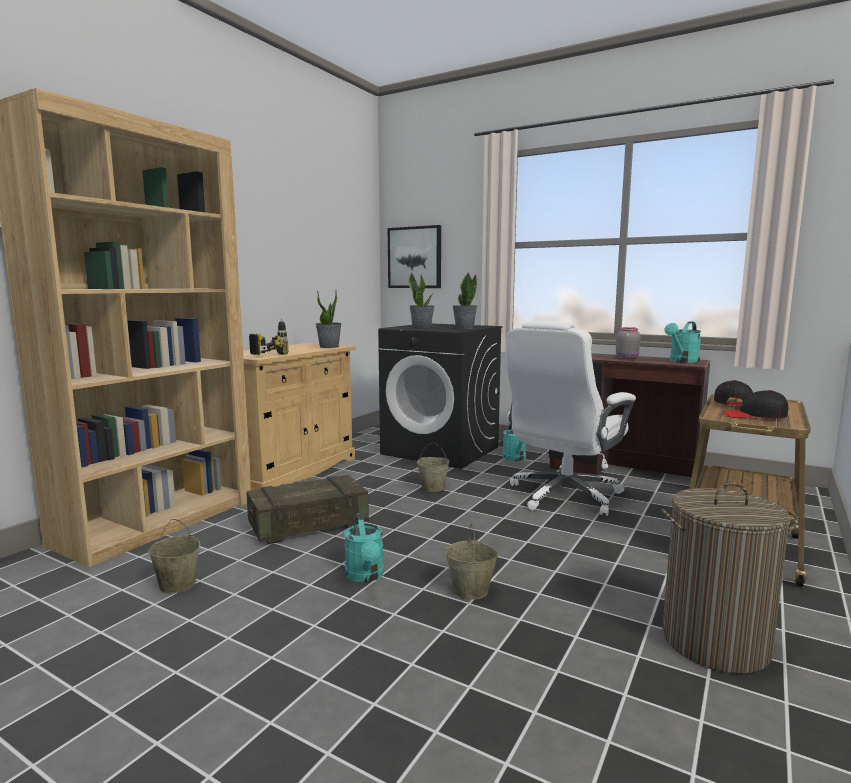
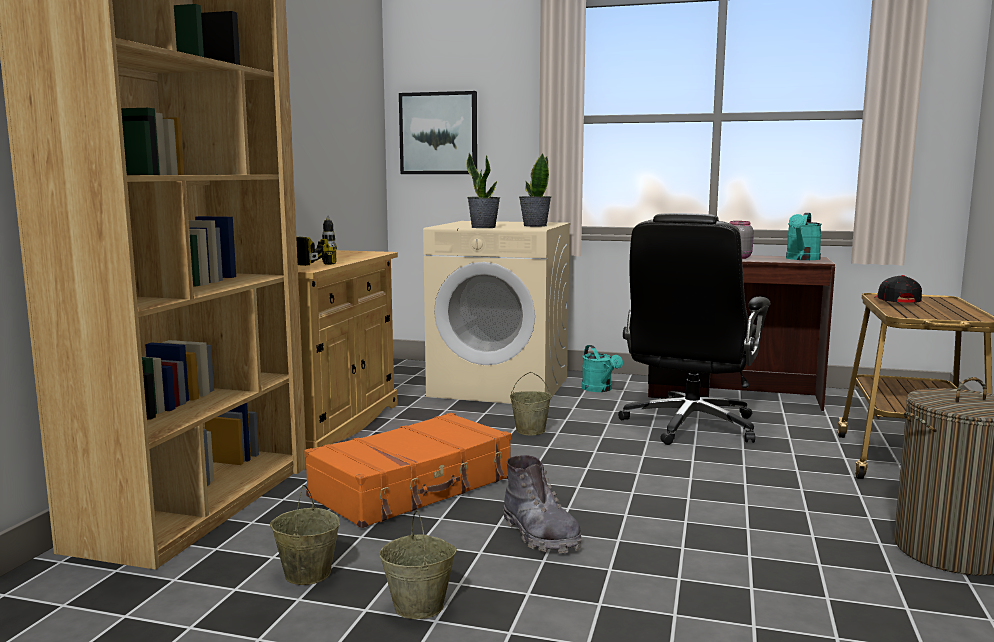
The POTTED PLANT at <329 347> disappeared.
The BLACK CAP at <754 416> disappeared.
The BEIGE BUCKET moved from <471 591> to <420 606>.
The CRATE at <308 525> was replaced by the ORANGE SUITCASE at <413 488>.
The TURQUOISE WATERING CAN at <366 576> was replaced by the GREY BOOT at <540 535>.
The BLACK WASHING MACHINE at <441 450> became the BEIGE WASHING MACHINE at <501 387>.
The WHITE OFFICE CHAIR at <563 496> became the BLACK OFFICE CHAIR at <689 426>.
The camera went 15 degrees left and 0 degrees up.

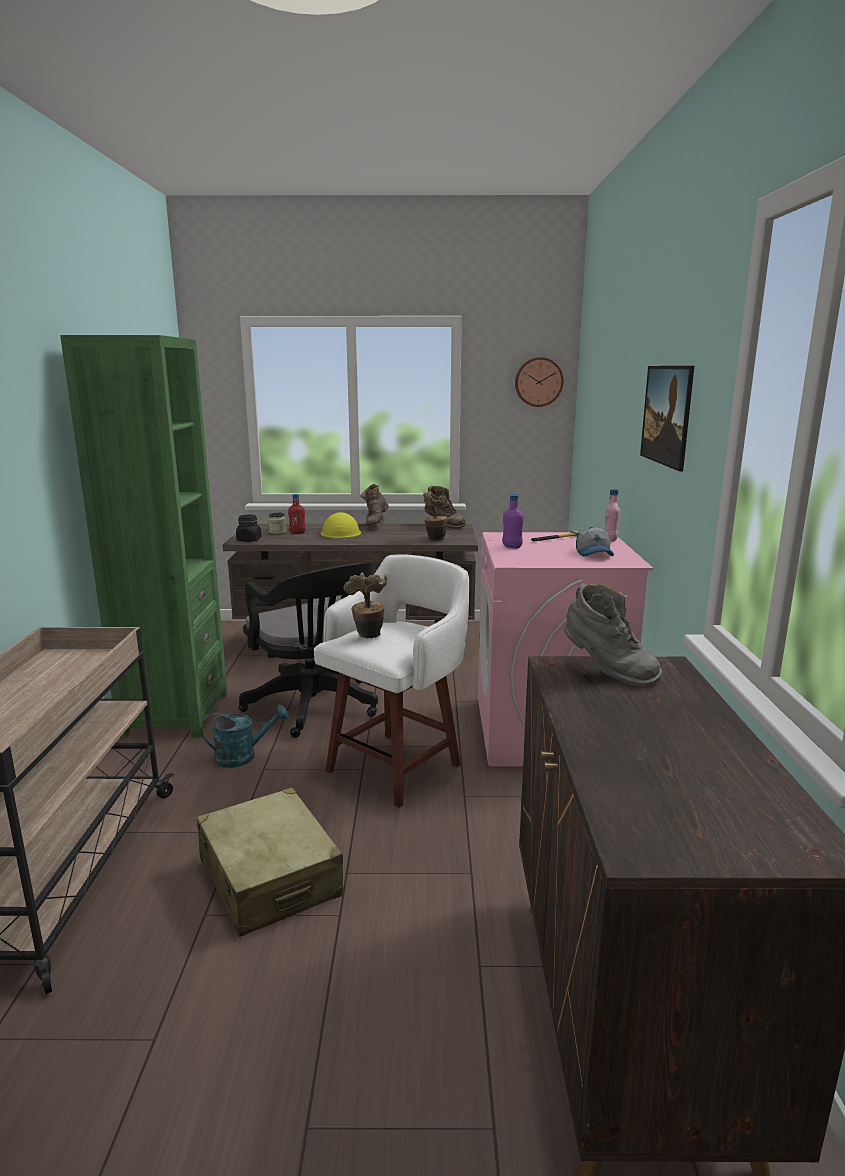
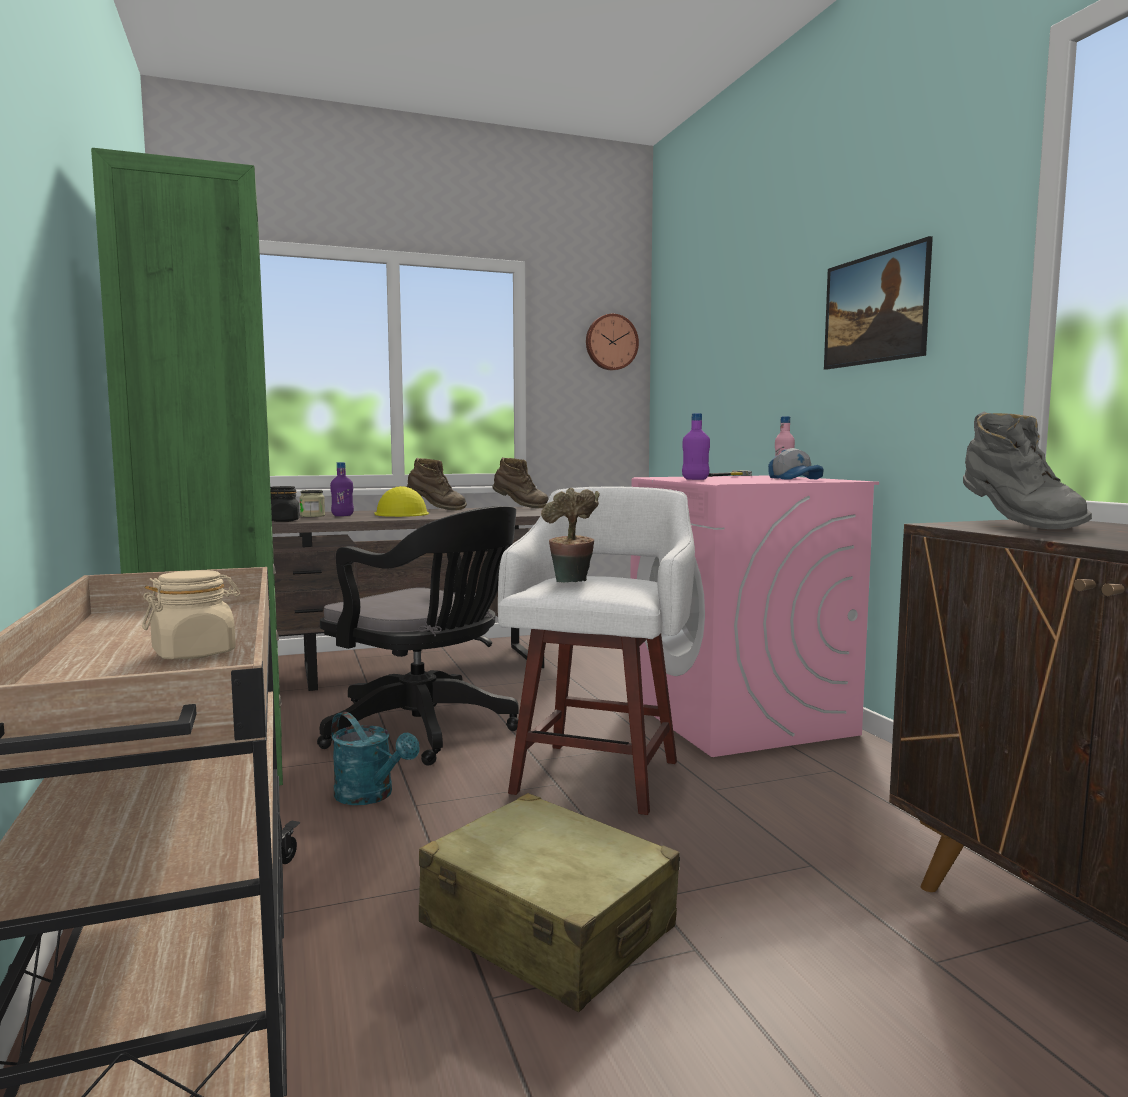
The POTTED PLANT at <434 540> disappeared.
The BEIGE JAR at <195 653> appeared.
The RED BOTTLE at <297 533> became the PURPLE BOTTLE at <342 515>.
The TURQUOISE WATERING CAN at <243 756> turned 75 degrees clockwise.
The BROWN BOOT at <375 525> turned 75 degrees counterclockwise.
The GREY BOOT at <607 671> turned 45 degrees clockwise.
The camera went 20 degrees left and 10 degrees down.

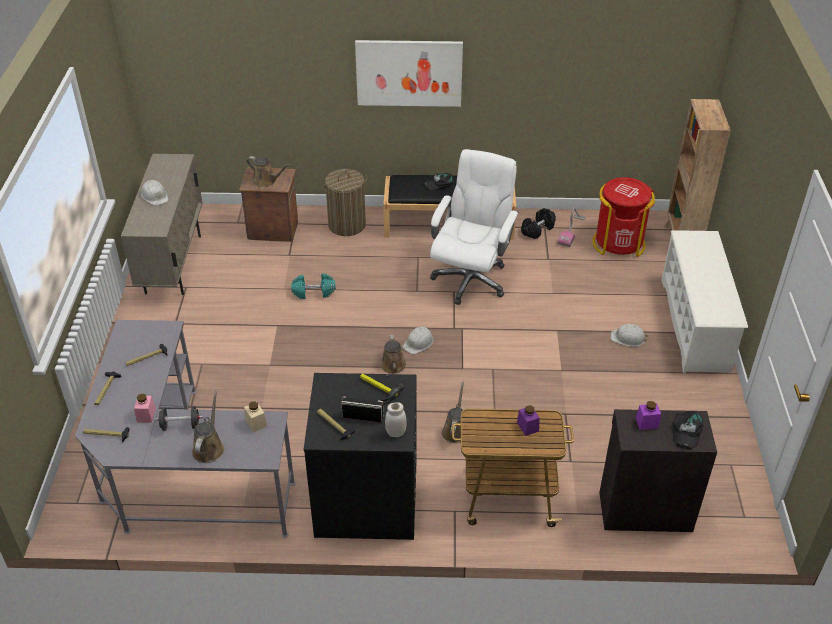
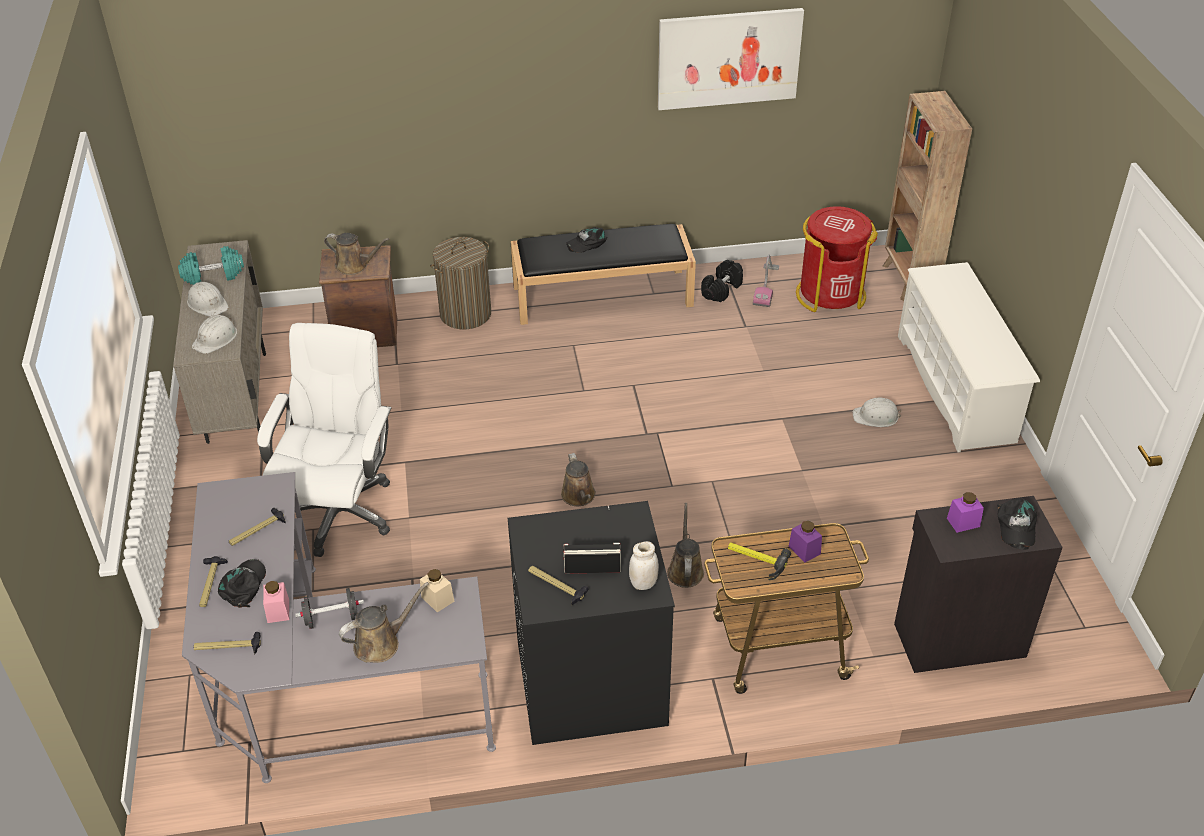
The BLACK CAP at <244 585> appeared.
The TURQUOISE DUMBBELL moved from <314 292> to <213 275>.
The PICTURE moved from <409 73> to <728 58>.
The HAMMER moved from <377 389> to <755 560>.
The WHITE HARD HAT moved from <418 343> to <216 338>.
The WHITE OFFICE CHAIR moved from <470 279> to <339 511>.
The BROWN WATERING CAN at <209 448> turned 60 degrees clockwise.
The camera went 10 degrees left and 0 degrees up.

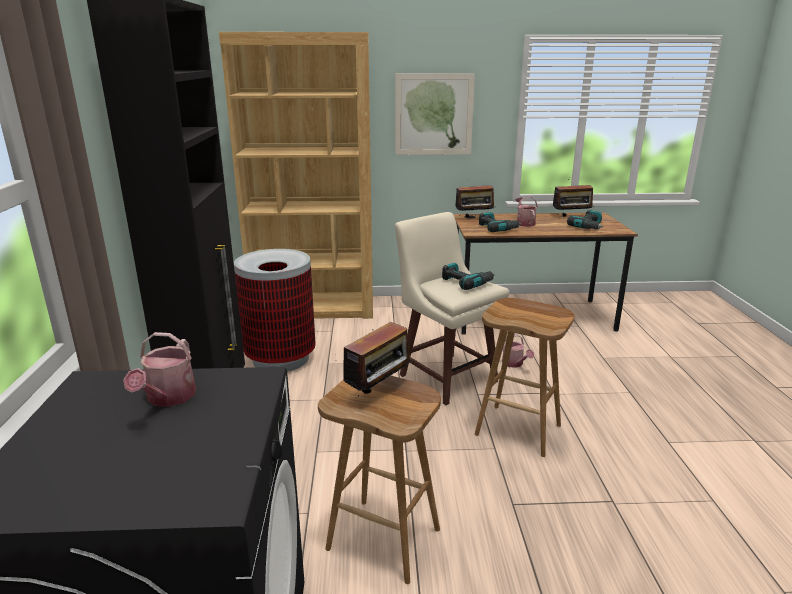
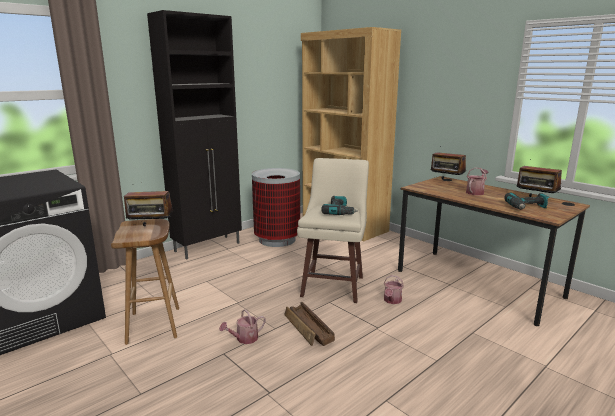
The PICTURE at <434 114> disappeared.
The POWER DRILL at <497 228> disappeared.
The WATERING CAN moved from <168 398> to <244 339>.
The BROWN STOOL at <519 430> was replaced by the CRATE at <308 330>.
The camera went 50 degrees right and 5 degrees down.

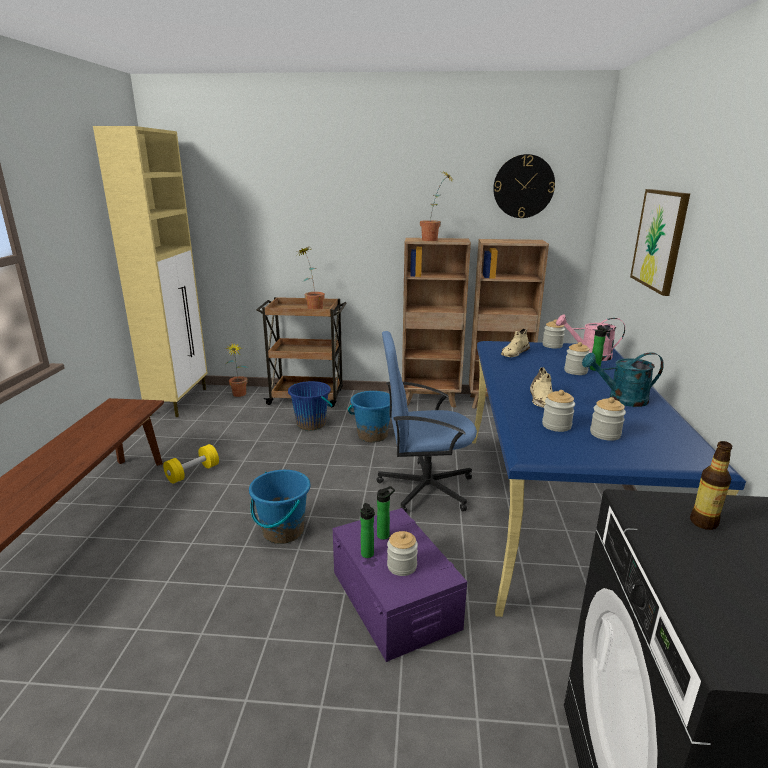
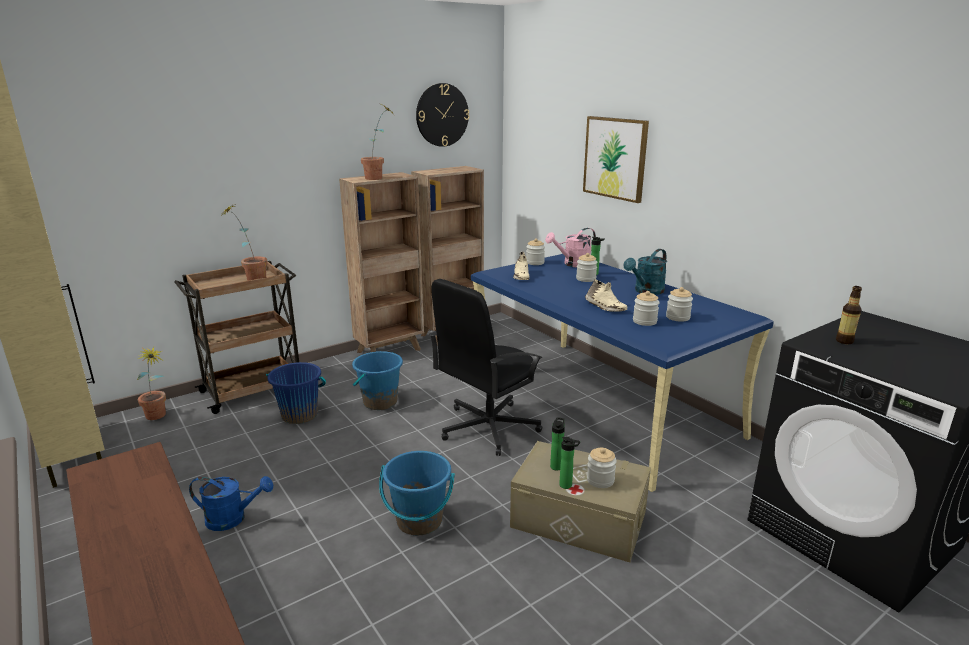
The YELLOW DUMBBELL at <193 473> was replaced by the BLUE WATERING CAN at <233 519>.
The PURPLE STORAGE BOX at <394 599> became the BEIGE STORAGE BOX at <578 519>.
The BLUE OFFICE CHAIR at <424 488> became the BLACK OFFICE CHAIR at <487 428>.
The camera went 40 degrees left and 0 degrees up.

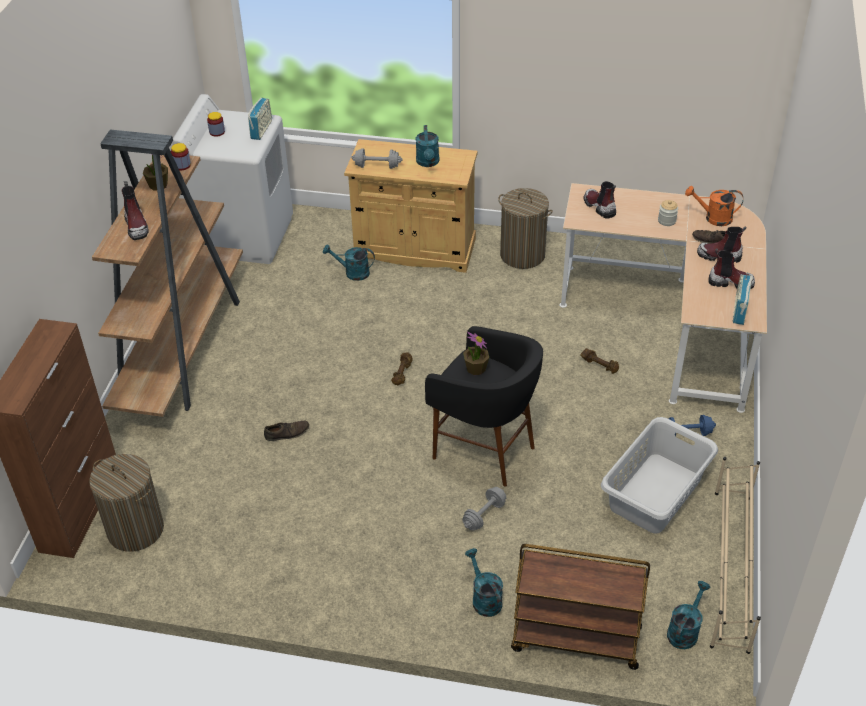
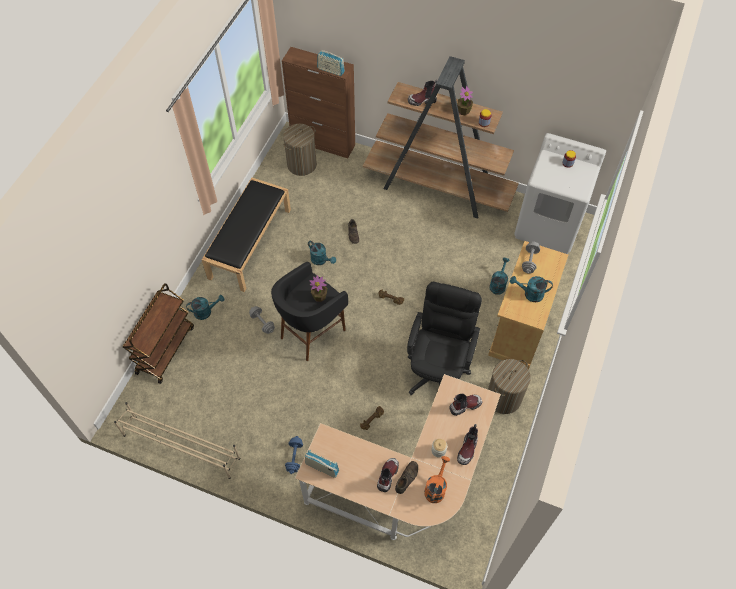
The GREY LAUNDRY BASKET at <654 493> disappeared.
The BLACK BENCH at <250 242> appeared.
The BLACK OFFICE CHAIR at <438 367> appeared.
The RADIO moved from <261 130> to <331 70>.
The TURQUOISE WATERING CAN moved from <684 630> to <321 260>.
The BOOT moved from <730 282> to <467 449>.
The camera went 100 degrees right and 15 degrees up.

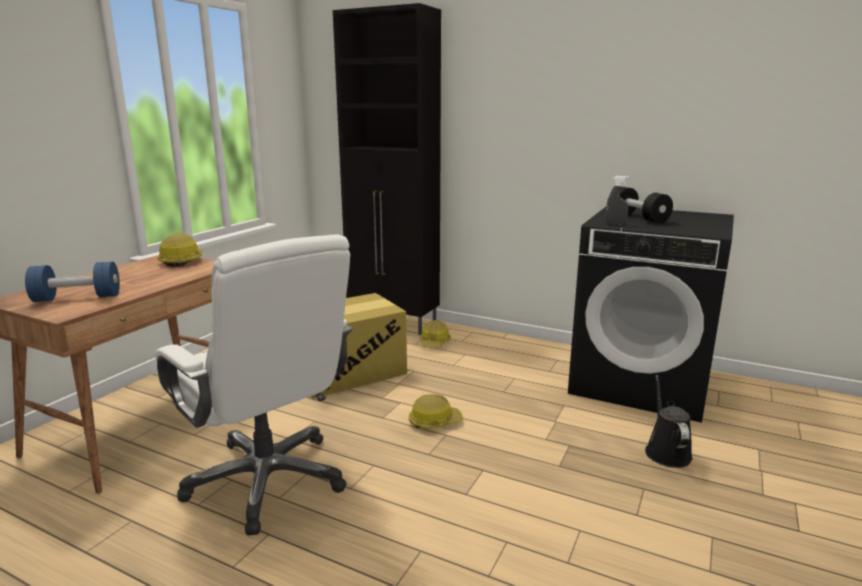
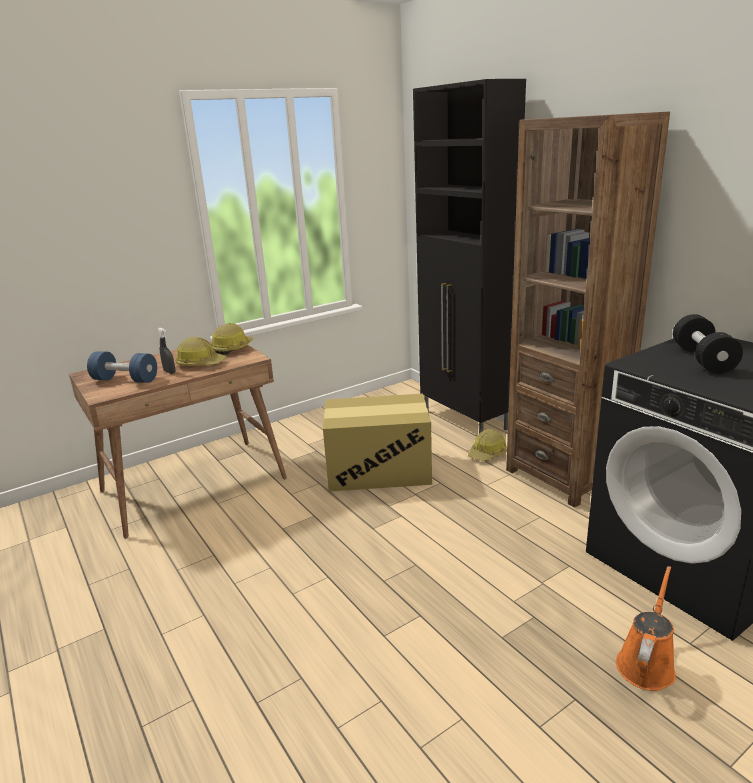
The WHITE OFFICE CHAIR at <268 480> disappeared.
The BROWN BOOKCASE at <563 475> appeared.
The HARD HAT moved from <434 421> to <200 363>.
The GREY SPRAY BOTTLE moved from <615 224> to <169 372>.
The BLACK WATERING CAN at <666 451> became the ORANGE WATERING CAN at <646 663>.
The camera went 30 degrees right and 5 degrees up.

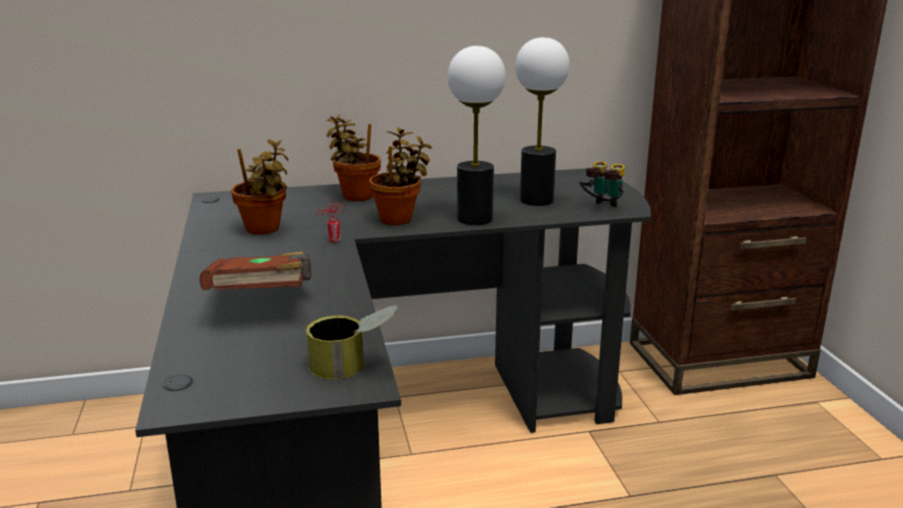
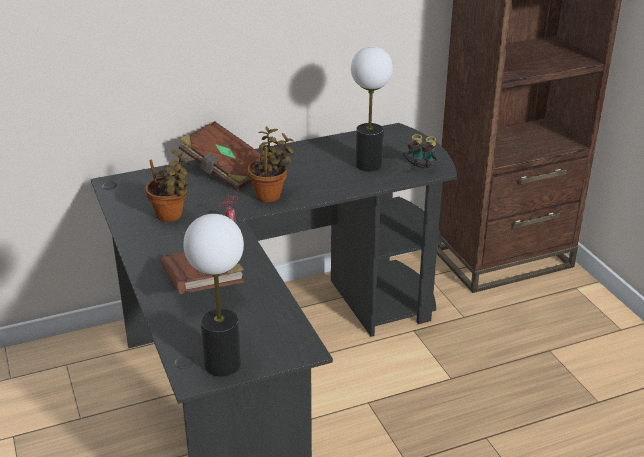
The CAN at <353 367> disappeared.
The TABLE LAMP moved from <474 219> to <222 364>.
The POTTED PLANT at <355 195> was replaced by the BROWN BOOK at <225 171>.
The camera went 10 degrees left and 10 degrees up.

